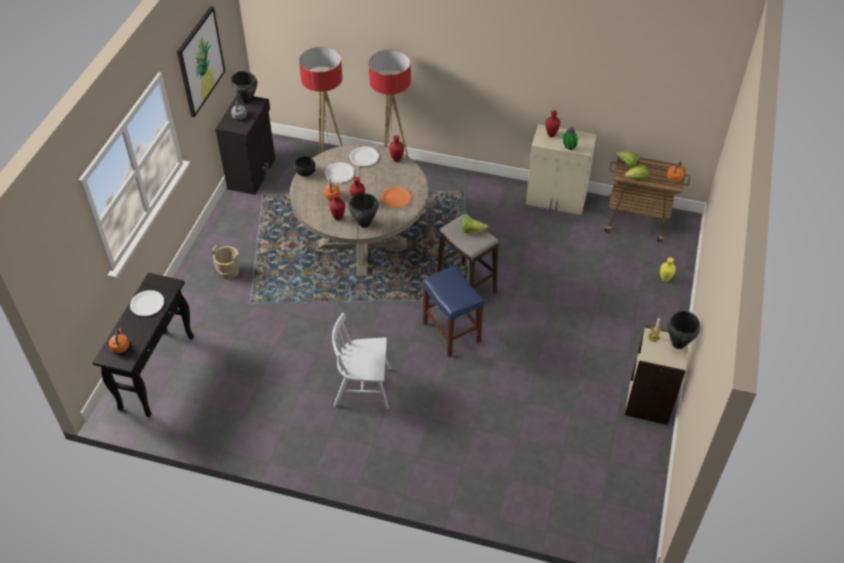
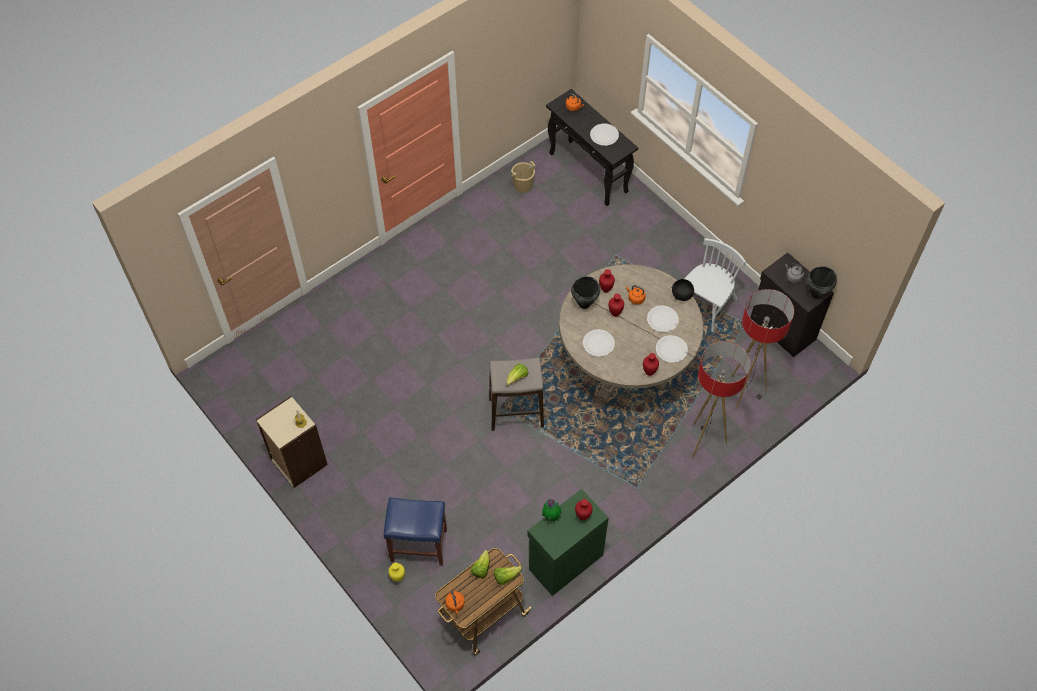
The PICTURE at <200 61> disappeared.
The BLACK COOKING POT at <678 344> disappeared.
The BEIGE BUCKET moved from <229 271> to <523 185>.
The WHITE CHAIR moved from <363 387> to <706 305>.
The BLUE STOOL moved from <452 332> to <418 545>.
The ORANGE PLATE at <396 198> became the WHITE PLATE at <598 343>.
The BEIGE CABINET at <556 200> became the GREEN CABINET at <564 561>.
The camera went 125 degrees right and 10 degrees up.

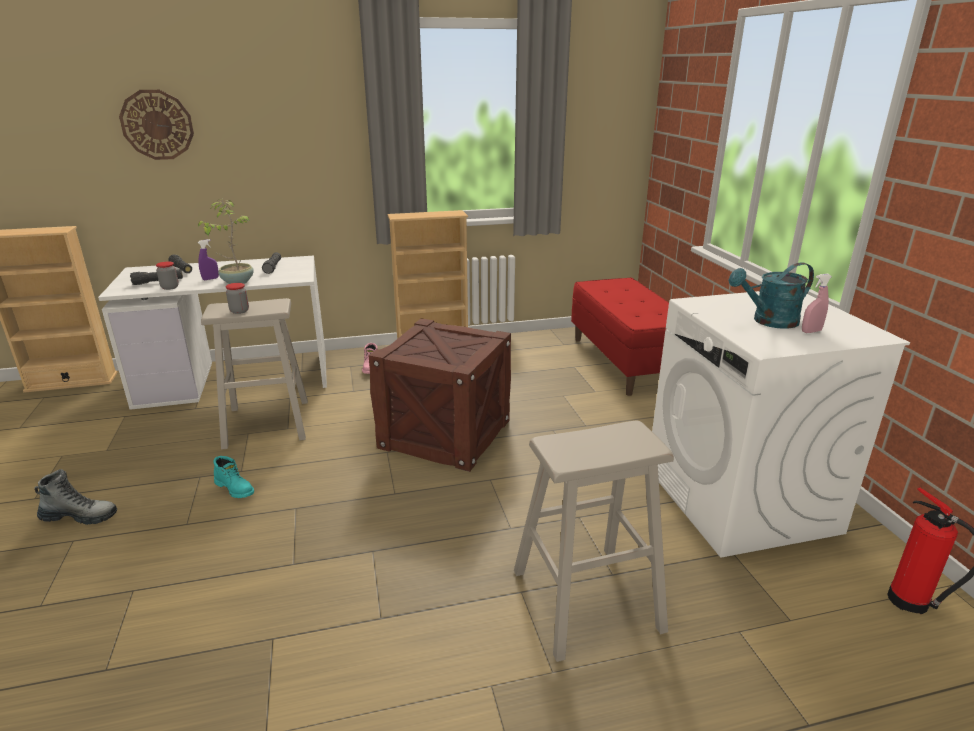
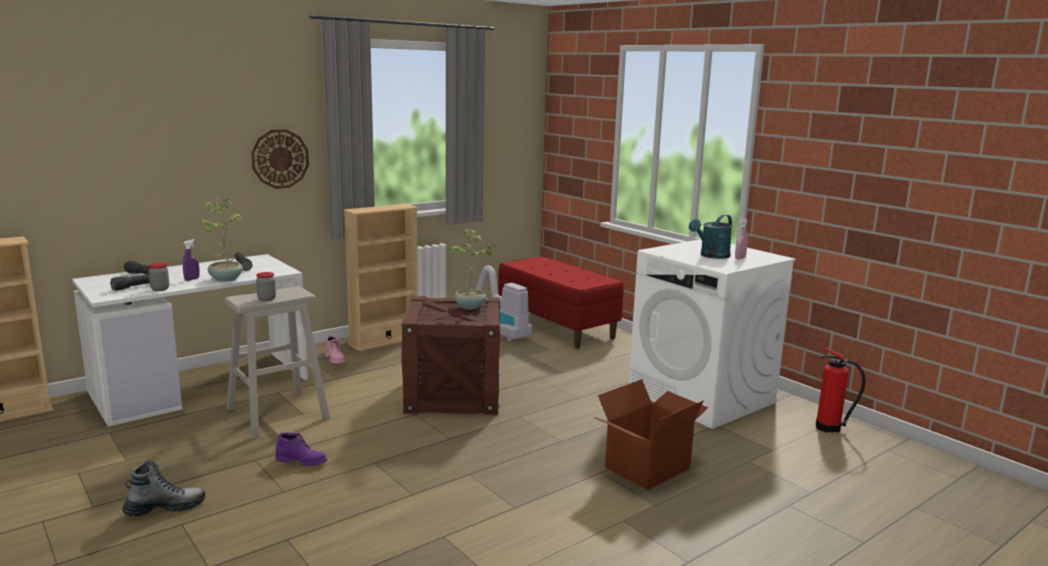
The POTTED PLANT at <470 307> appeared.
The VACUUM CLEANER at <501 330> appeared.
The WALL CLOCK moved from <157 125> to <280 159>.
The BEIGE STOOL at <586 600> was replaced by the CARDBOARD BOX at <646 467>.
The TURQUOISE BOOT at <235 488> became the PURPLE BOOT at <302 461>.
The camera went 25 degrees left and 10 degrees down.

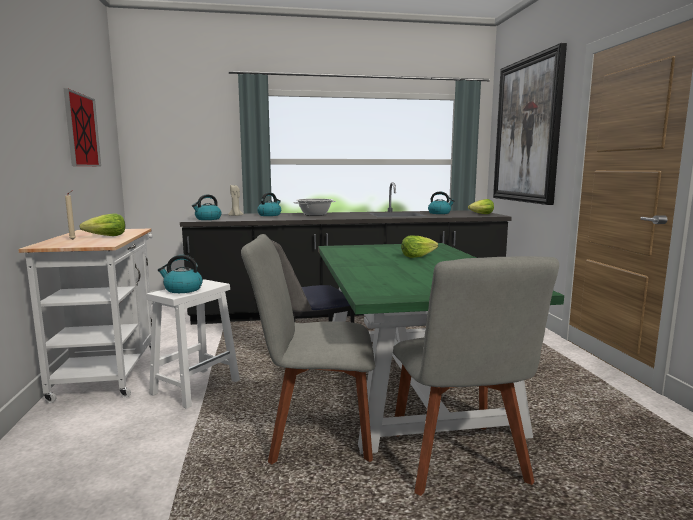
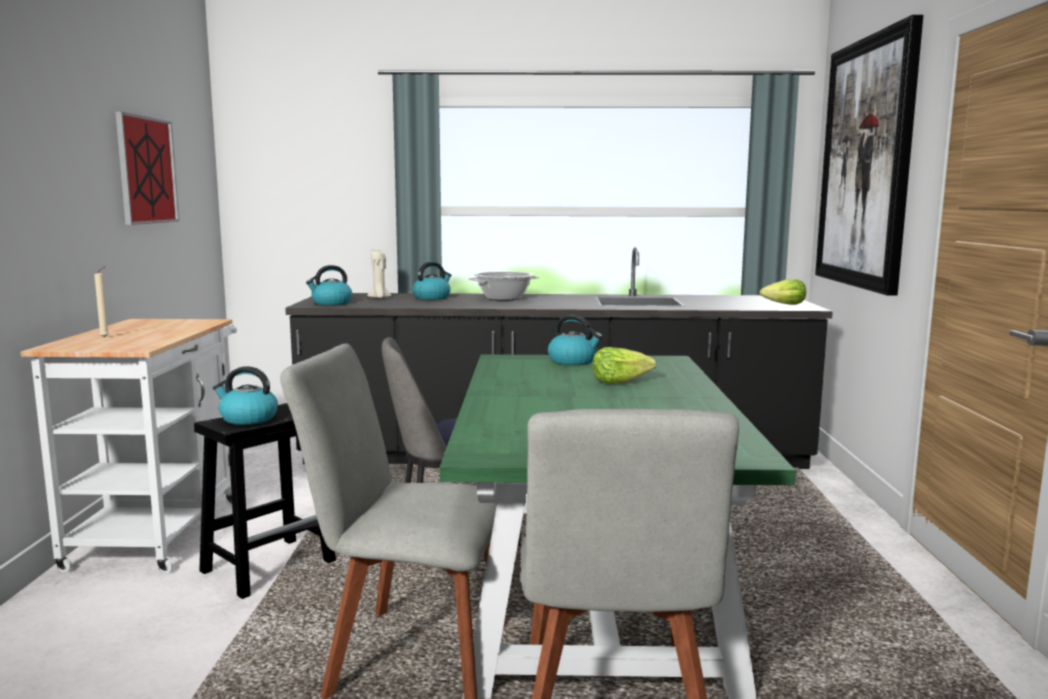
The LETTUCE at <106 236> disappeared.
The KETTLE moved from <439 213> to <573 361>.
The WHITE STOOL at <196 387> became the BLACK STOOL at <270 566>.
The camera went 10 degrees right and 0 degrees up.

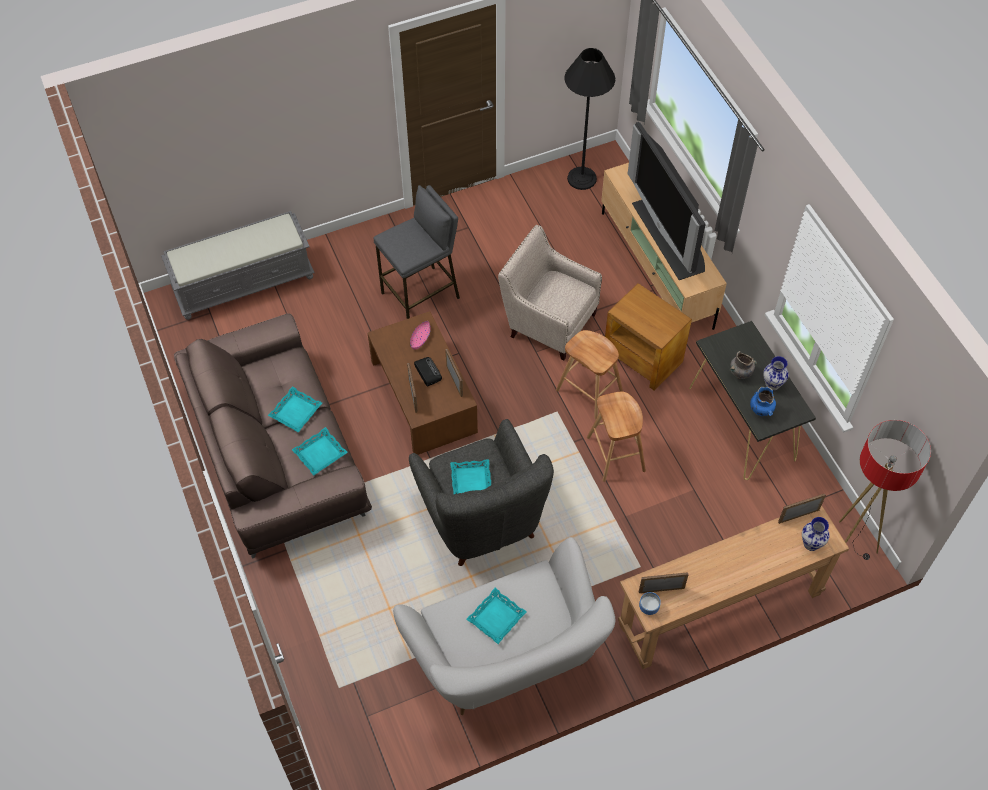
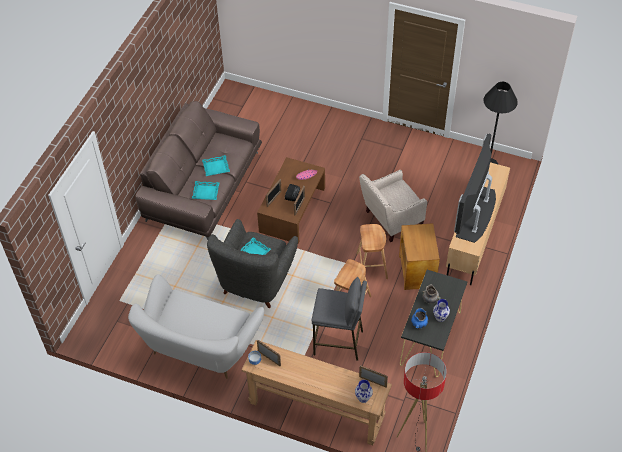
The GREY BENCH at <244 282> disappeared.
The TURQUOISE TRAY at <496 617> disappeared.
The GREY STOOL moved from <421 296> to <338 342>.
The BEIGE ARMCHAIR at <548 321> turned 105 degrees counterclockwise.
The camera went 45 degrees right and 5 degrees down.

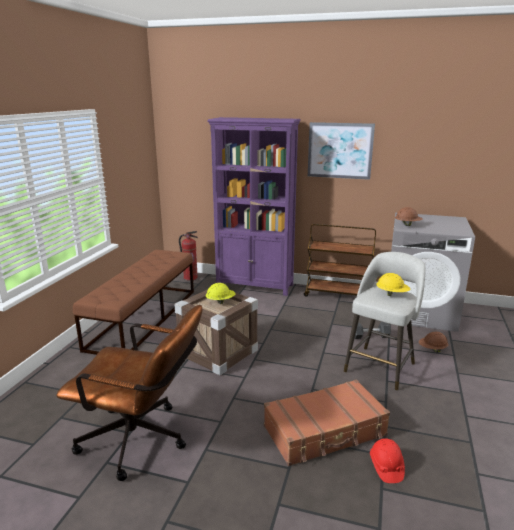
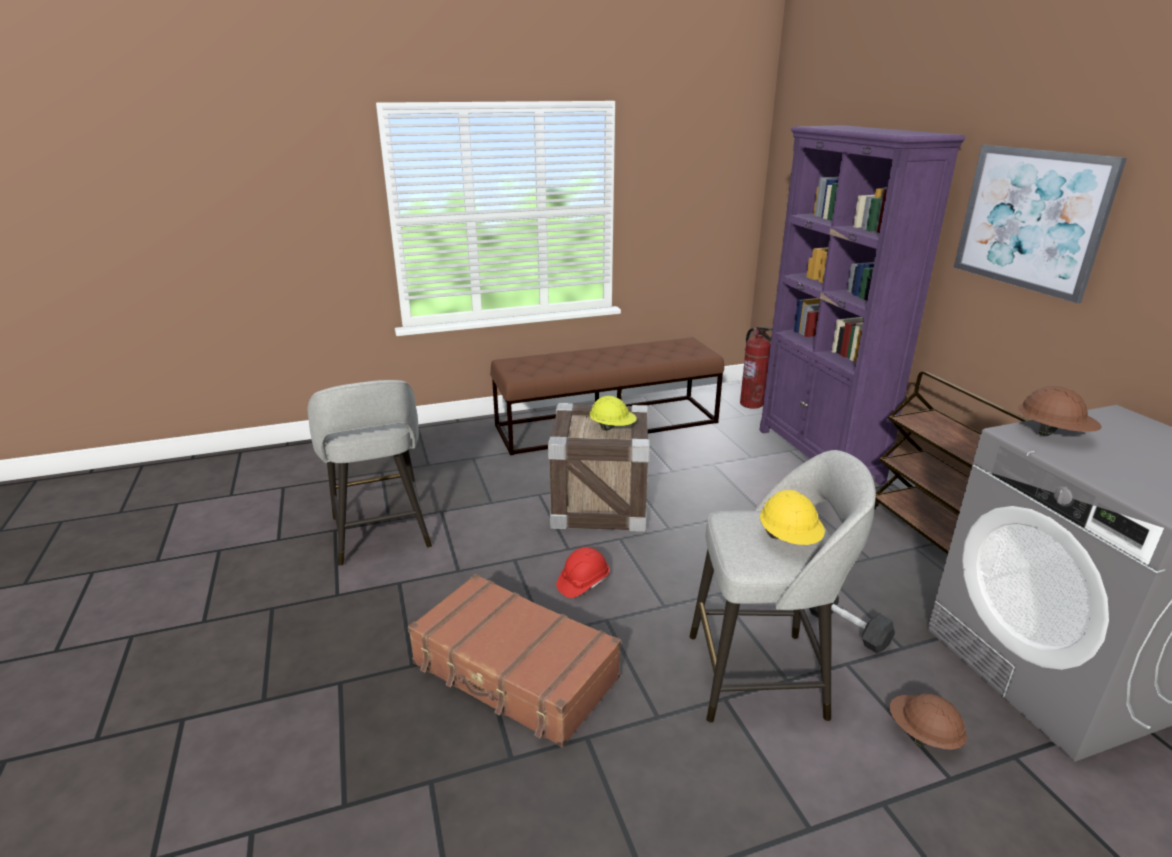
The RED HARD HAT moved from <386 467> to <583 582>.
The BROWN OFFICE CHAIR at <142 441> was replaced by the GREY STOOL at <381 534>.
The camera went 55 degrees right and 5 degrees up.

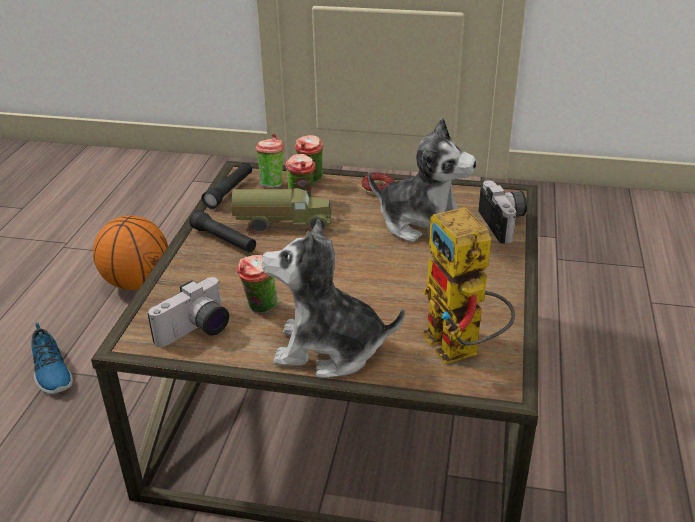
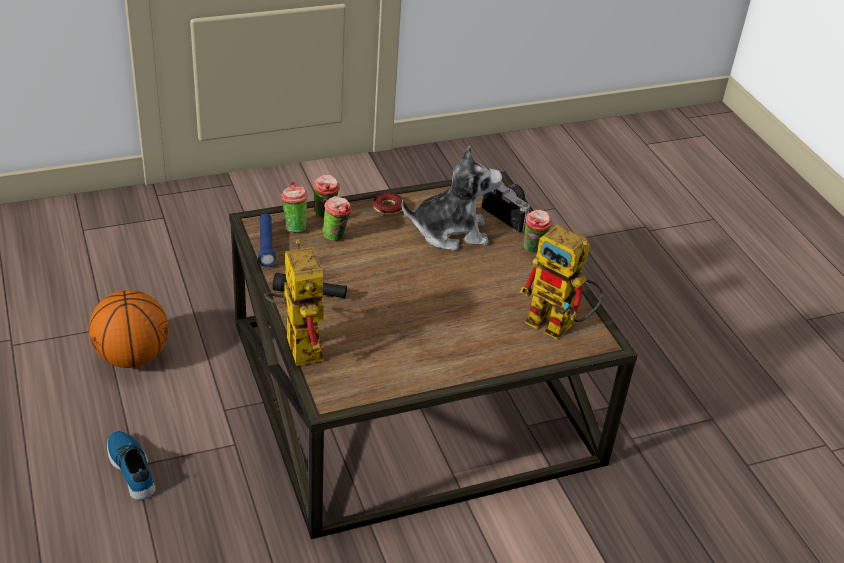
The PHOTO CAMERA at <196 332> disappeared.
The TOY TRUCK at <283 223> disappeared.
The PLUSH TOY at <329 349> disappeared.
The TOY ROBOT at <297 343> appeared.
The CUP moved from <260 309> to <533 250>.
The BLACK FLASHLIGHT at <229 191> became the BLUE FLASHLIGHT at <266 245>.
The SHOE at <50 371> turned 150 degrees counterclockwise.
The camera went 35 degrees left and 5 degrees up.

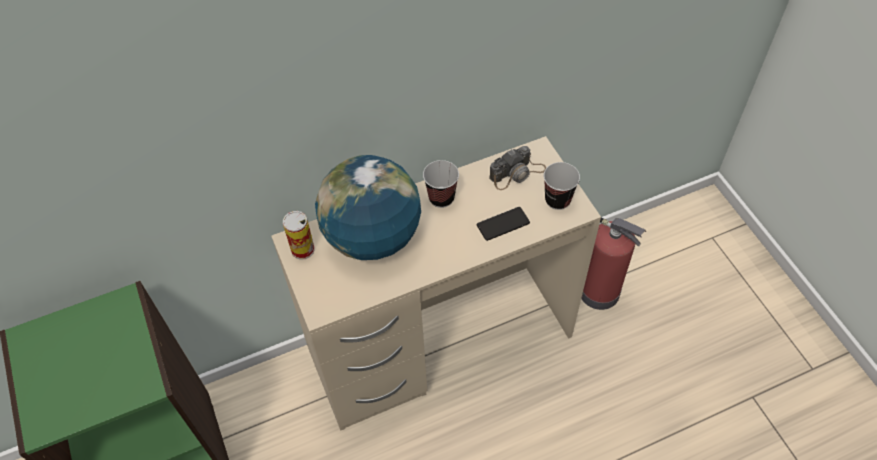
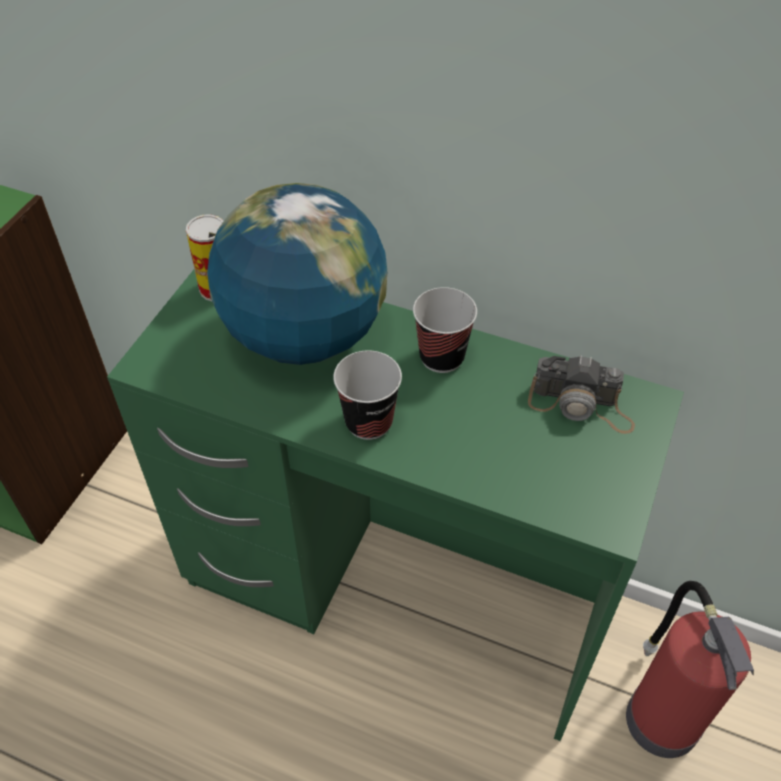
The PHONE at <503 224> disappeared.
The CUP moved from <557 200> to <369 422>.
The BEIGE DESK at <441 343> became the GREEN DESK at <394 594>.
The camera went 45 degrees right and 5 degrees down.

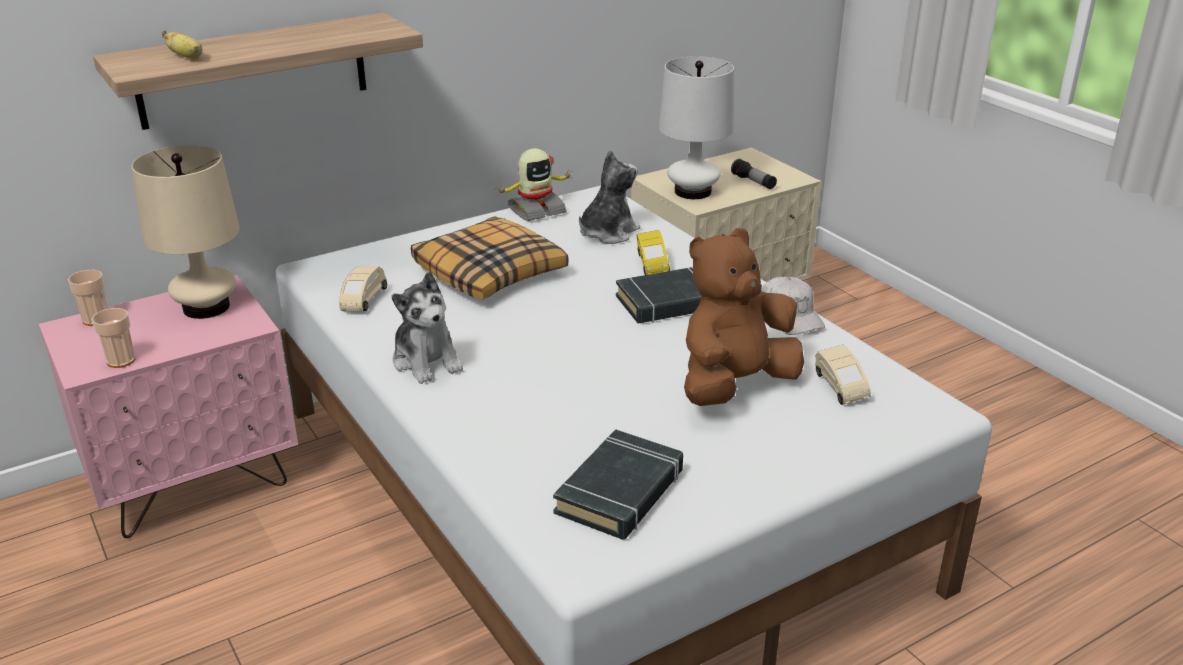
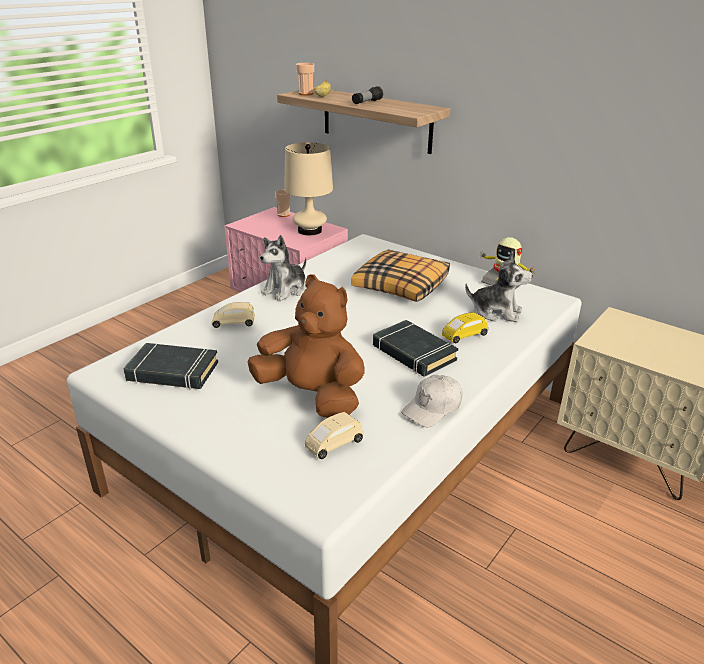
The WHITE TABLE LAMP at <692 191> disappeared.
The CUP moved from <121 361> to <305 93>.
The BEIGE TOY CAR moved from <363 301> to <234 324>.
The FLASHLIGHT moved from <753 182> to <367 102>.
The camera went 70 degrees right and 0 degrees up.

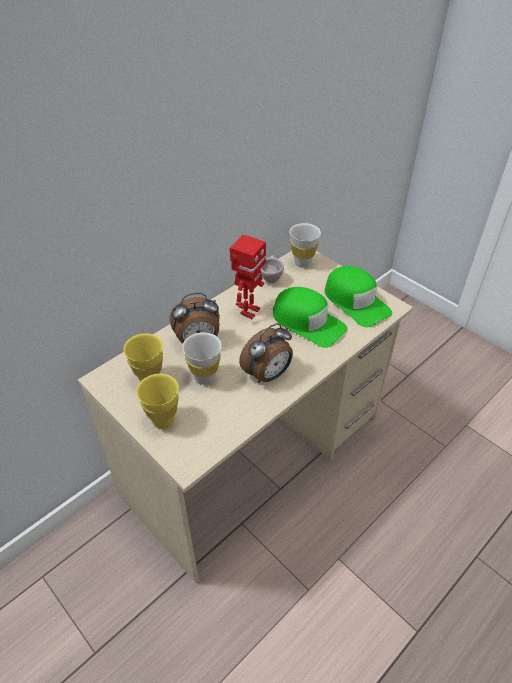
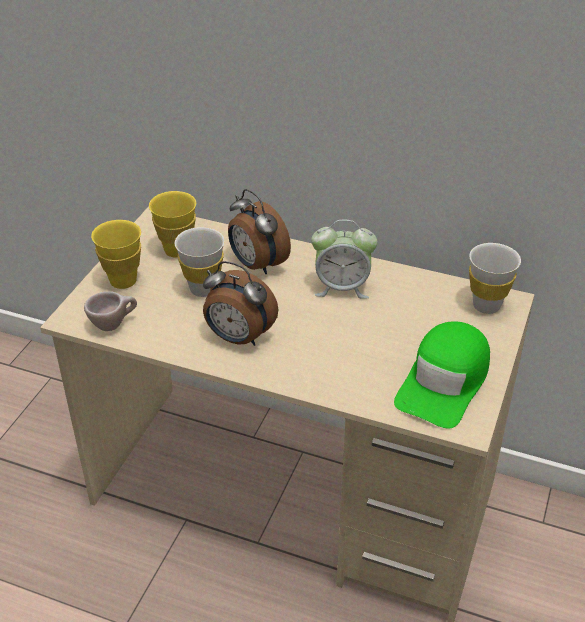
The GREEN CAP at <308 322> disappeared.
The BEIGE CUP moved from <271 278> to <113 324>.
The TOY ROBOT at <249 311> was replaced by the ALARM CLOCK at <342 287>.
The camera went 65 degrees right and 5 degrees down.

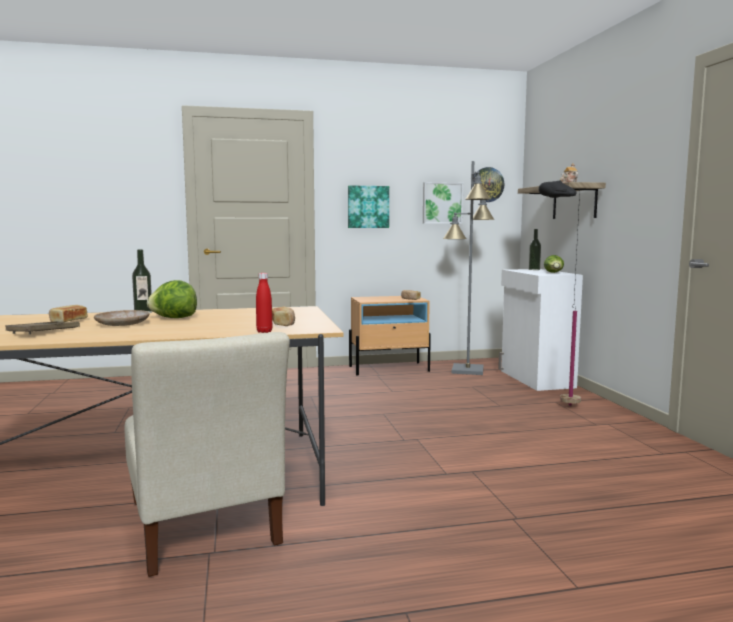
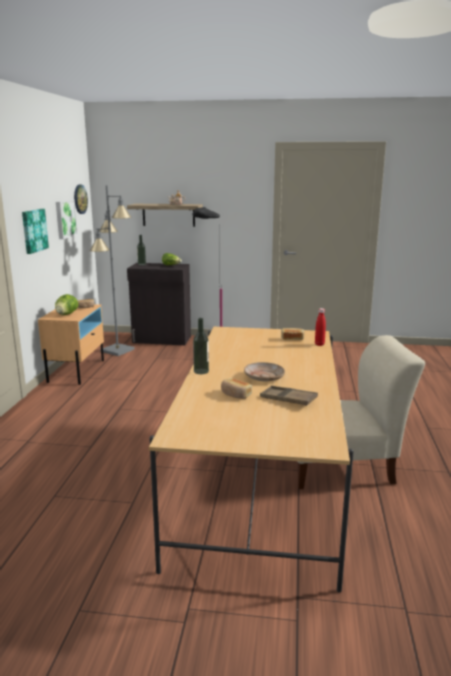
The LETTUCE moved from <174 318> to <66 314>.
The WHITE CABINET at <535 379> became the BLACK CABINET at <162 340>.
The camera went 70 degrees left and 10 degrees up.

